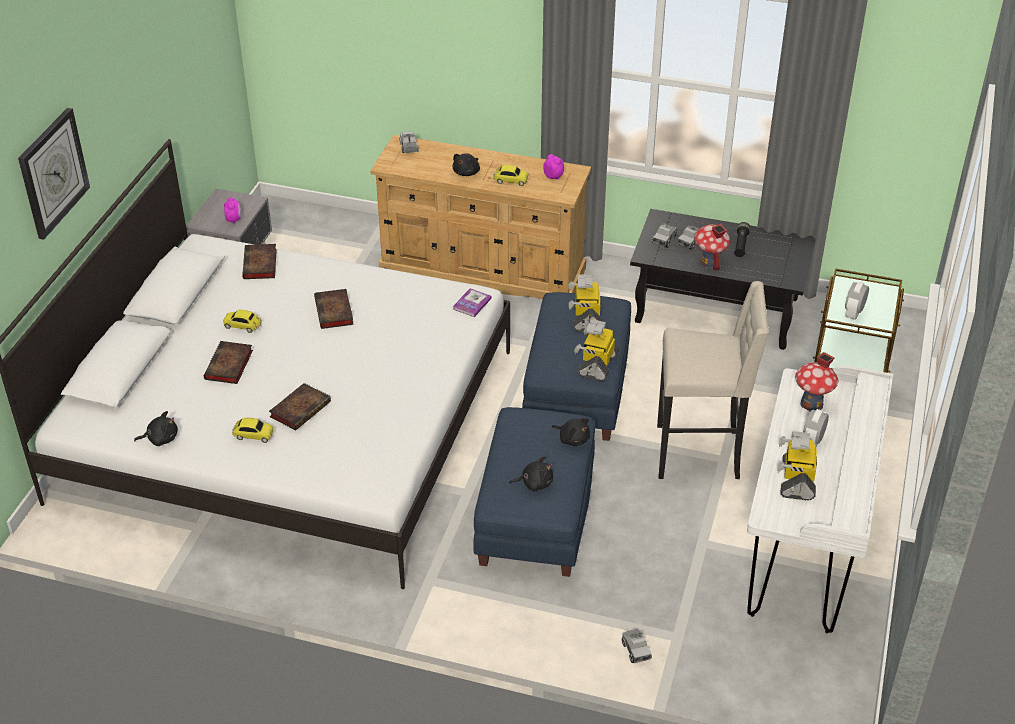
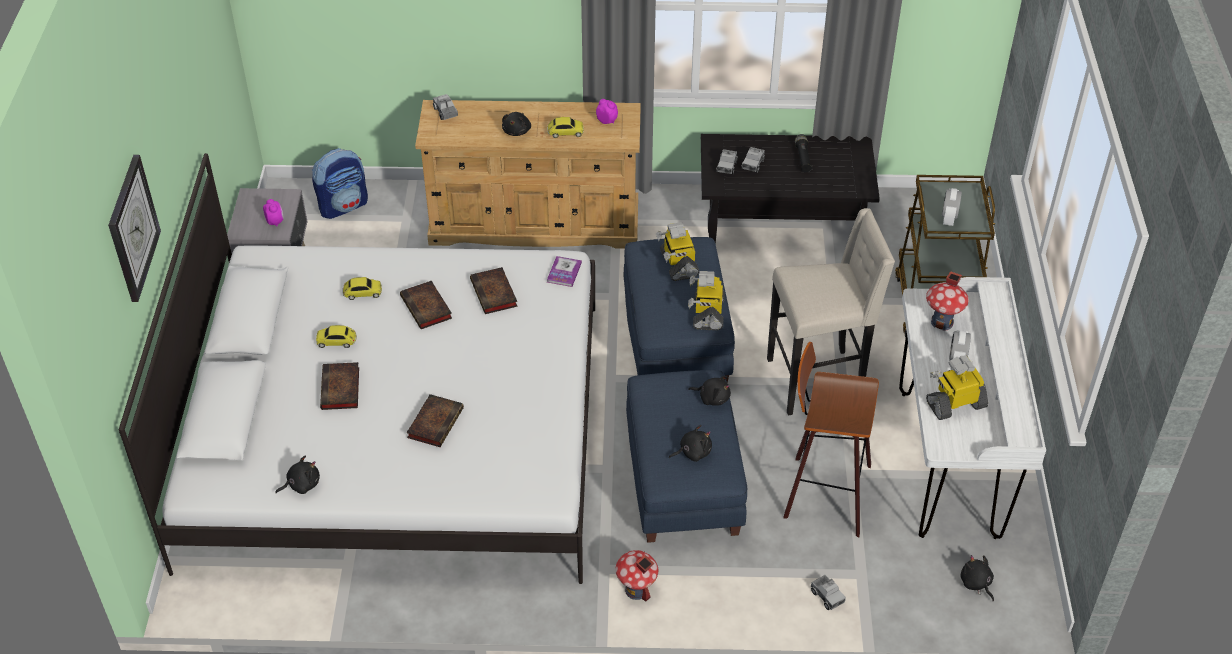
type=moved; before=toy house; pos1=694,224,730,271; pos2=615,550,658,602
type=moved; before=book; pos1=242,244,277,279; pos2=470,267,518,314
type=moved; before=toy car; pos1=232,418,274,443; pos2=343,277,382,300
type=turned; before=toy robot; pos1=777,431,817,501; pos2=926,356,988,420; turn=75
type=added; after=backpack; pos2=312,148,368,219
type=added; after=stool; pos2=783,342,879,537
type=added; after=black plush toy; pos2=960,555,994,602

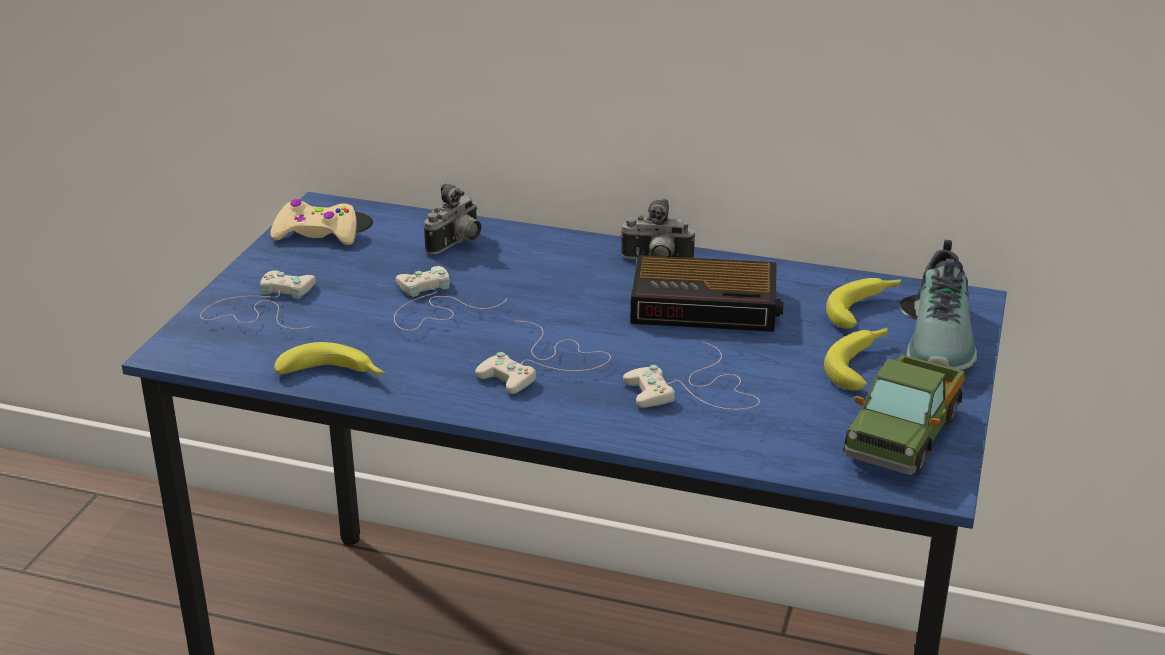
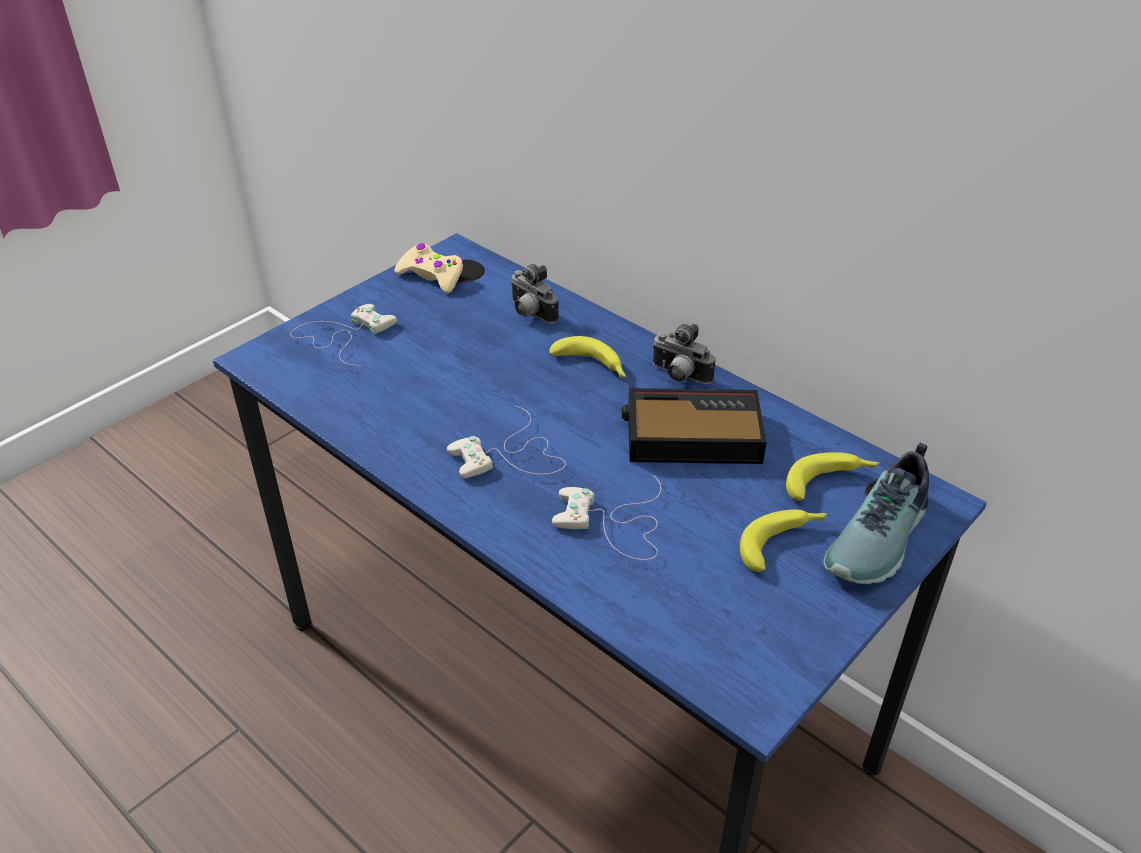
type=turned; before=photo camera; pos1=424,183,481,254; pos2=510,264,559,324; turn=75
type=turned; before=alarm clock; pos1=630,255,784,332; pos2=622,388,767,464; turn=150
type=removed; before=white game controller; pos1=394,266,508,331
type=moved; before=banana; pos1=274,342,385,377; pos2=549,336,627,378
type=removed; before=toy truck; pos1=843,354,966,475

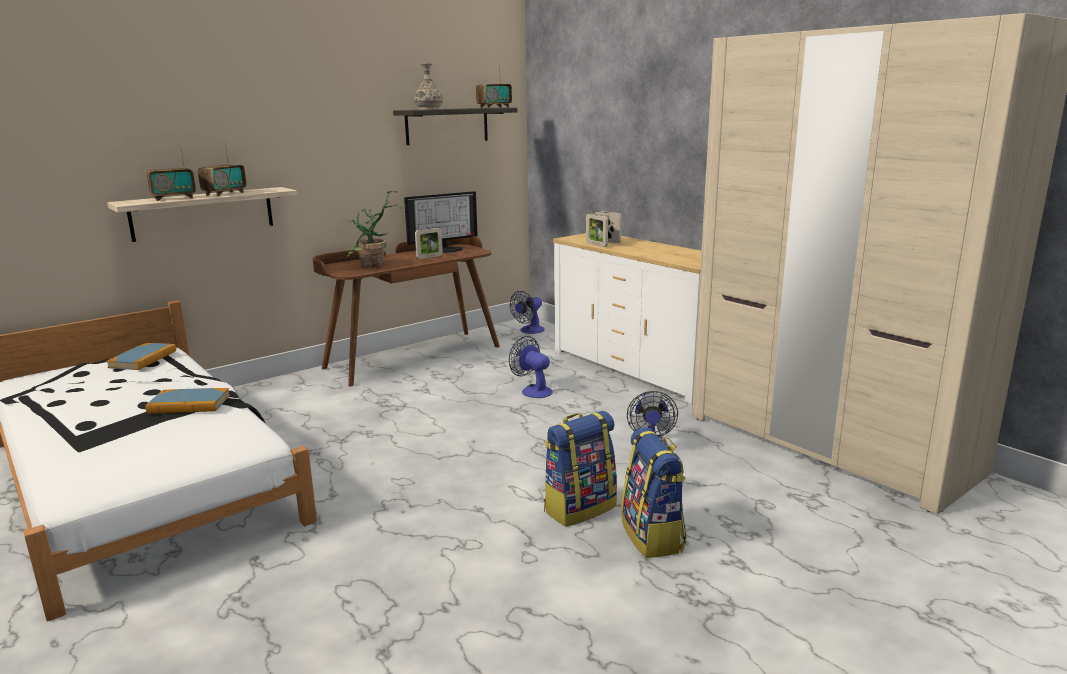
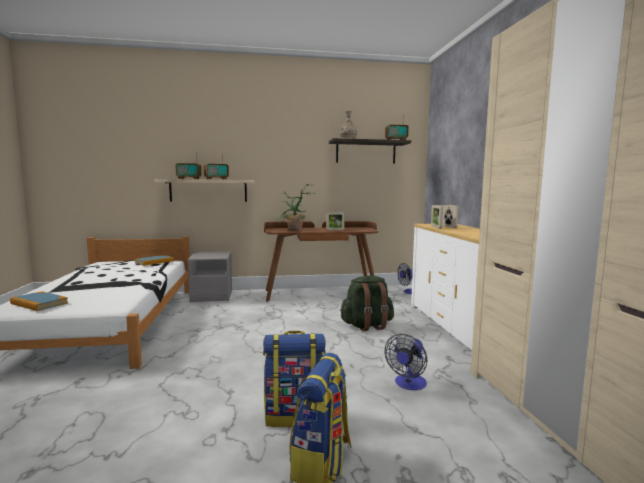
type=removed; before=monitor; pos1=404,191,478,253
type=replaced; before=fan; after=green backpack; pos1=509,336,553,398; pos2=340,276,394,331
type=moved; before=book; pos1=145,388,230,414; pos2=10,291,68,311
type=added; after=grey nightstand; pos2=188,252,232,302

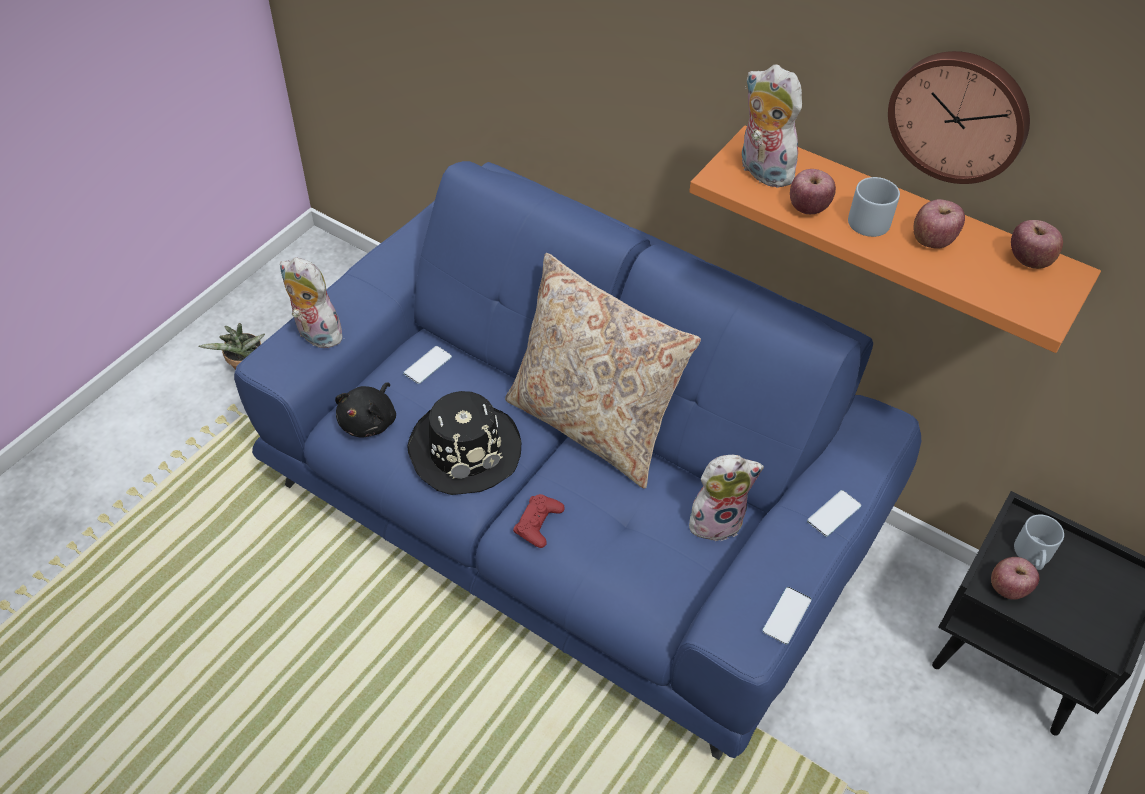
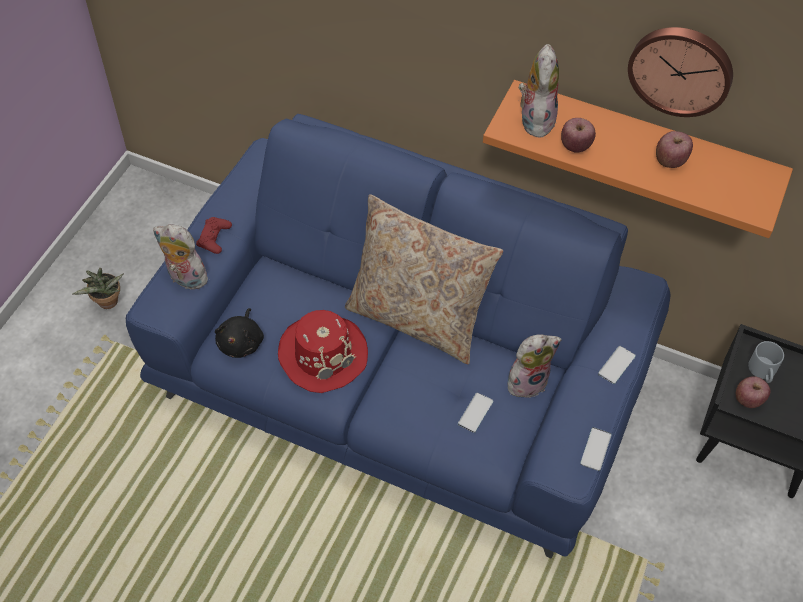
type=turned; before=plush toy; pos1=741,64,802,188; pos2=519,44,559,138; turn=60
type=removed; before=grey mug; pos1=848,177,900,237
type=removed; before=apple; pos1=1011,220,1063,269
type=moved; before=phone; pos1=403,346,452,384; pos2=458,393,493,433
type=recoloured; before=black hat; after=red hat; pos1=407,391,521,495; pos2=278,310,368,393
type=moved; before=red game controller; pos1=513,494,565,548; pos2=196,217,232,254

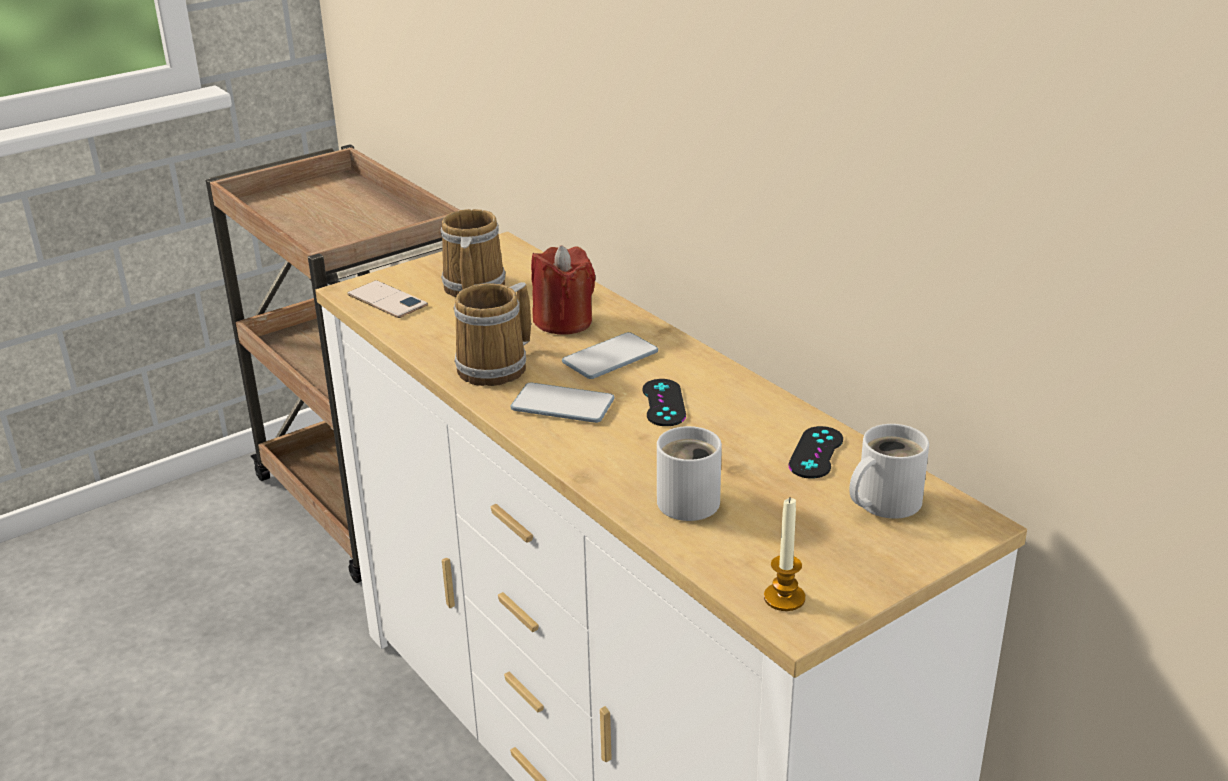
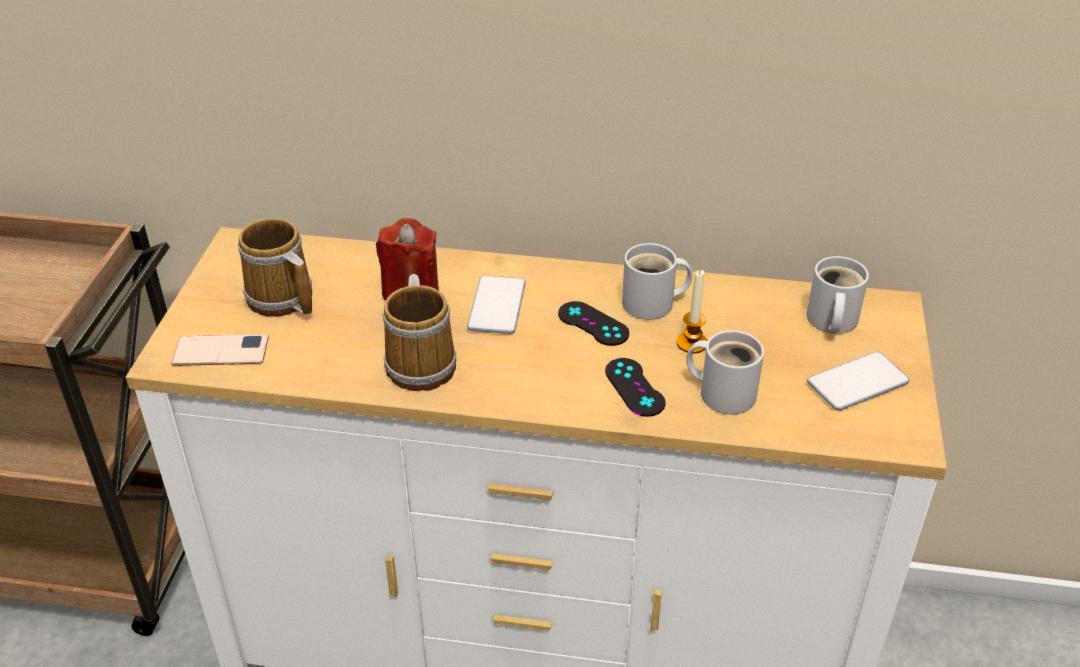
type=moved; before=phone; pos1=511,382,615,423; pos2=807,352,910,411
type=moved; before=black game controller; pos1=788,426,843,479; pos2=605,358,666,417
type=moved; before=candle; pos1=764,498,805,611; pos2=677,270,707,354
type=added; after=white mug; pos2=622,243,693,320

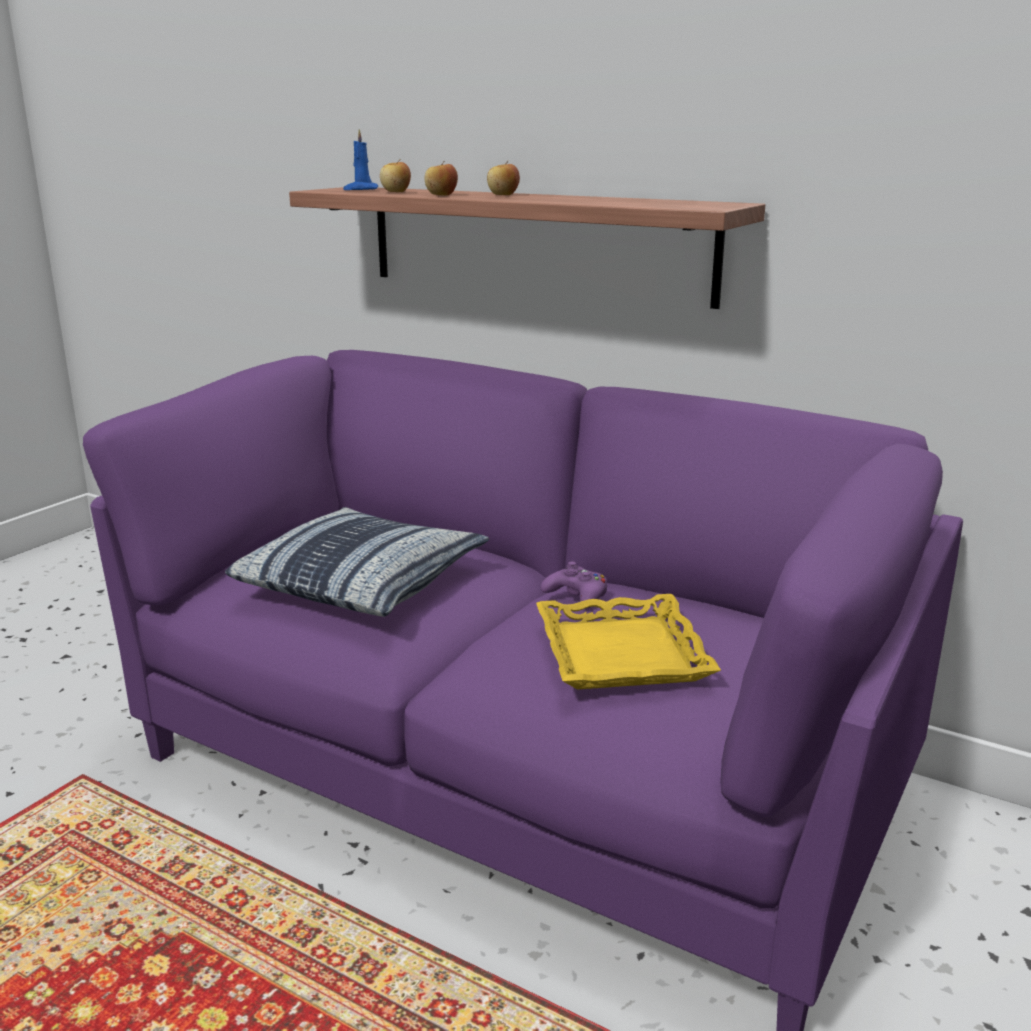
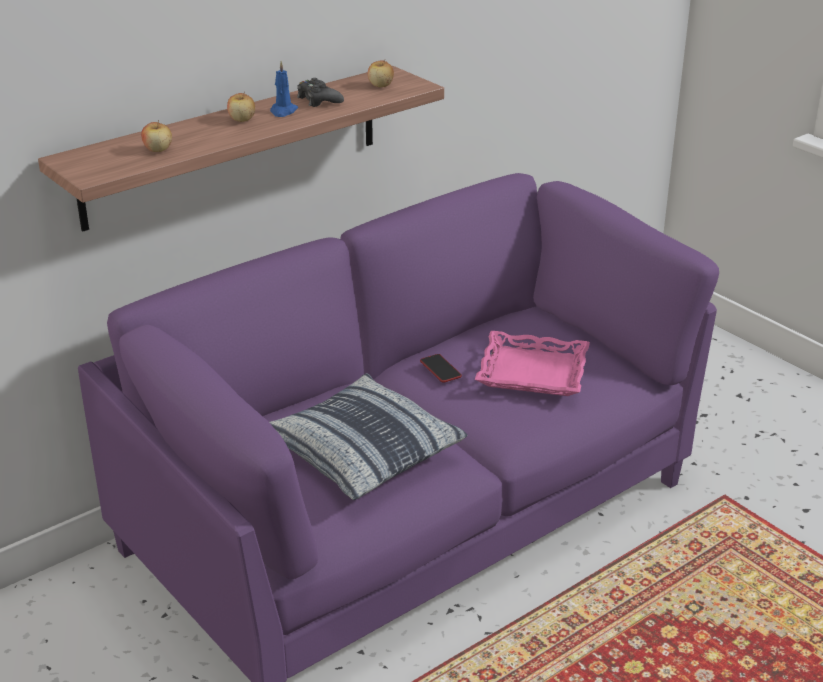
type=moved; before=blue candle; pos1=343,129,378,190; pos2=270,61,298,117
type=moved; before=apple; pos1=424,162,458,196; pos2=368,60,394,87
type=replaced; before=purple game controller; after=phone; pos1=541,561,607,608; pos2=420,354,462,383
type=recoloured; before=yellow tray; after=pink tray; pos1=536,594,721,690; pos2=475,331,590,396
type=added; after=black game controller; pos2=297,78,344,107

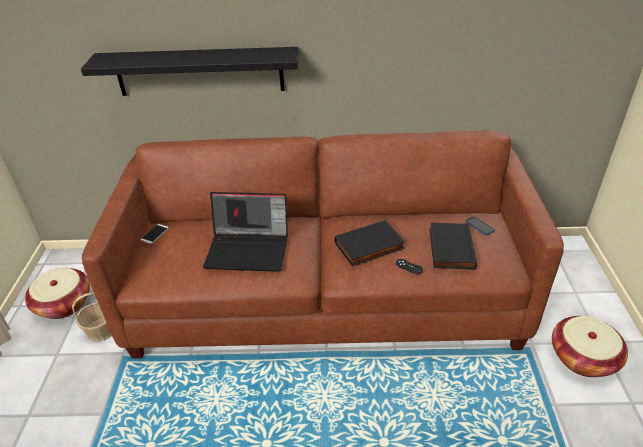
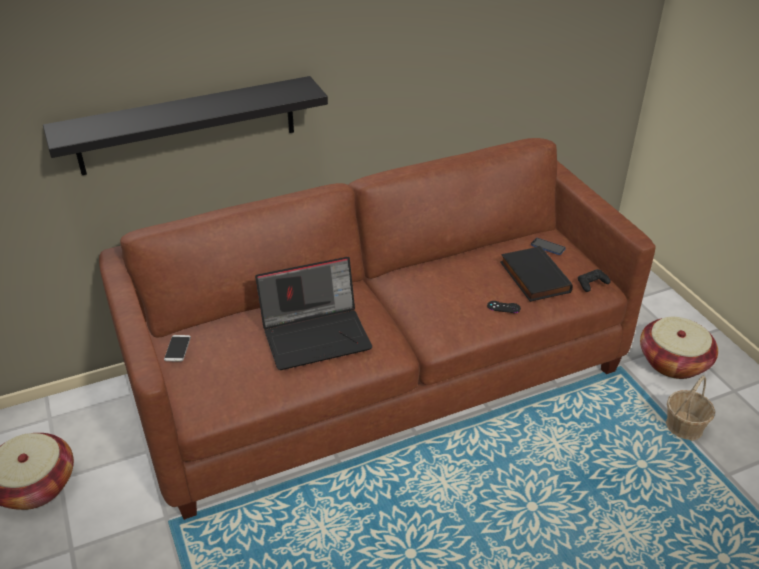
type=removed; before=black book; pos1=334,220,405,266
type=moved; before=basket; pos1=72,293,112,342; pos2=666,375,715,441
type=added; after=black game controller; pos2=578,269,611,292

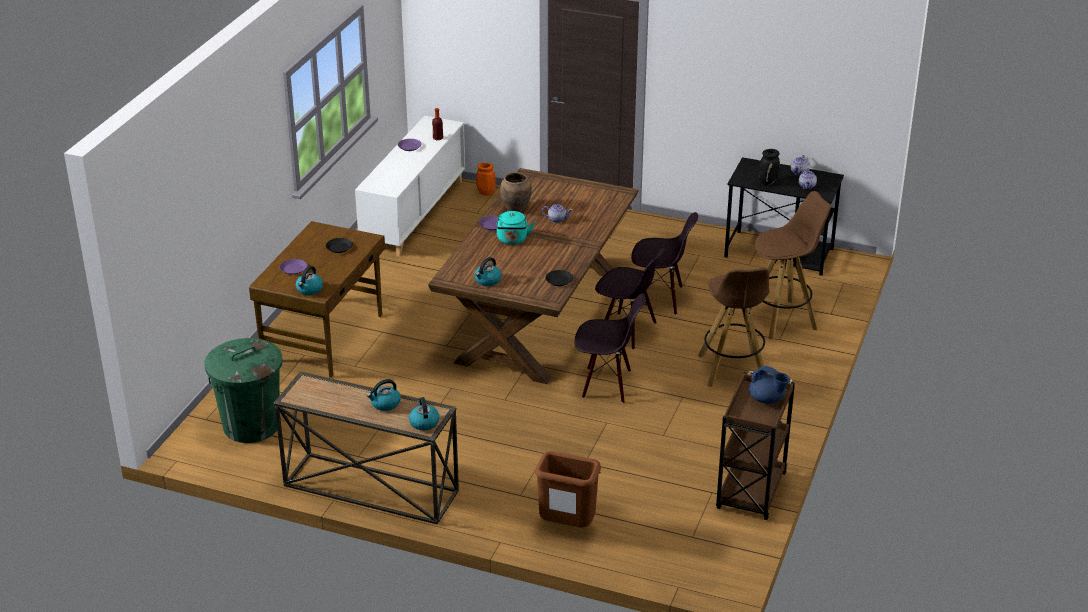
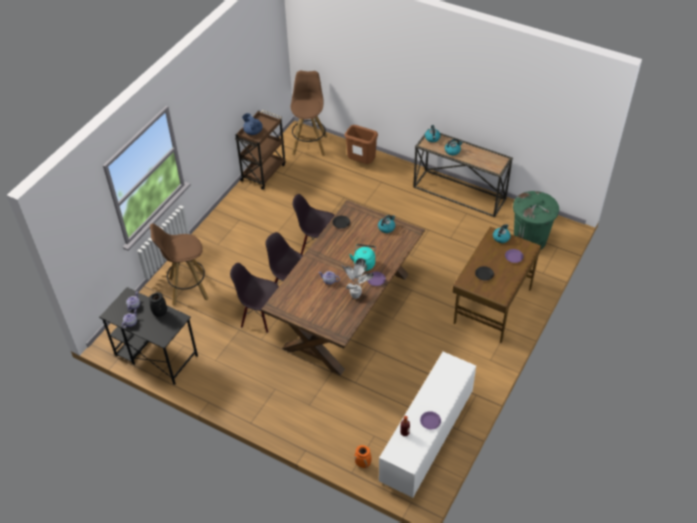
type=replaced; before=brown vase; after=potted plant; pos1=500,172,532,212; pos2=341,258,374,299
type=moved; before=brown stool; pos1=698,268,769,387; pos2=291,71,327,156

